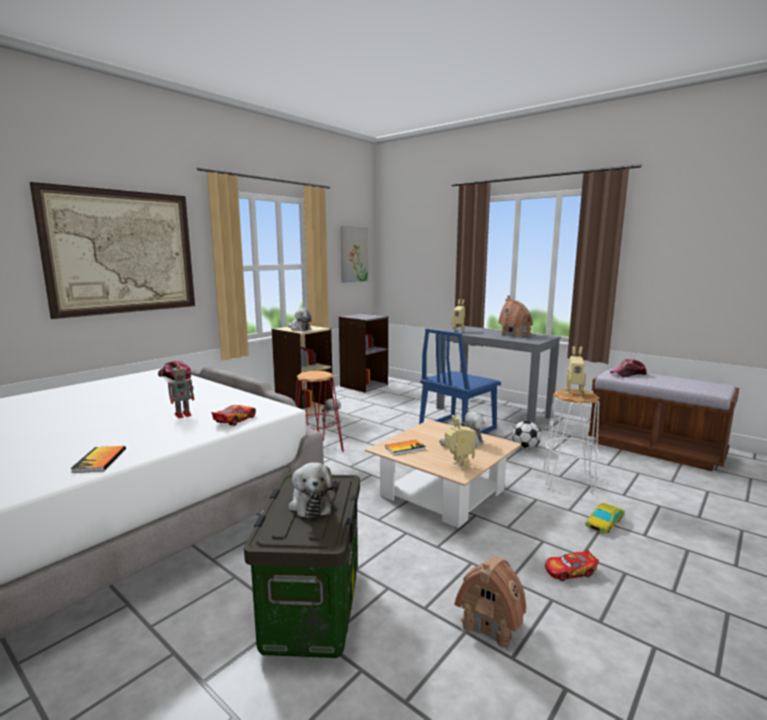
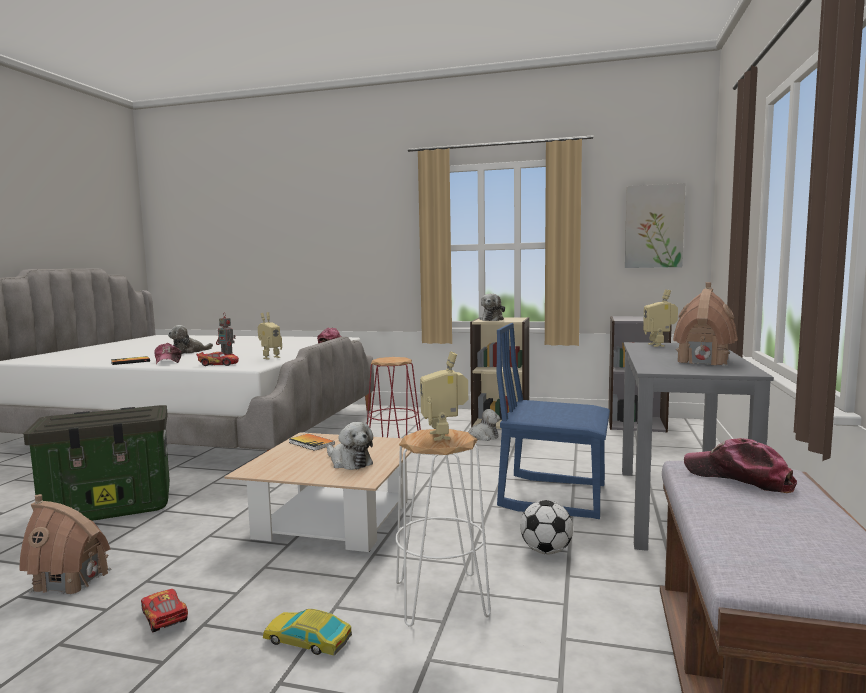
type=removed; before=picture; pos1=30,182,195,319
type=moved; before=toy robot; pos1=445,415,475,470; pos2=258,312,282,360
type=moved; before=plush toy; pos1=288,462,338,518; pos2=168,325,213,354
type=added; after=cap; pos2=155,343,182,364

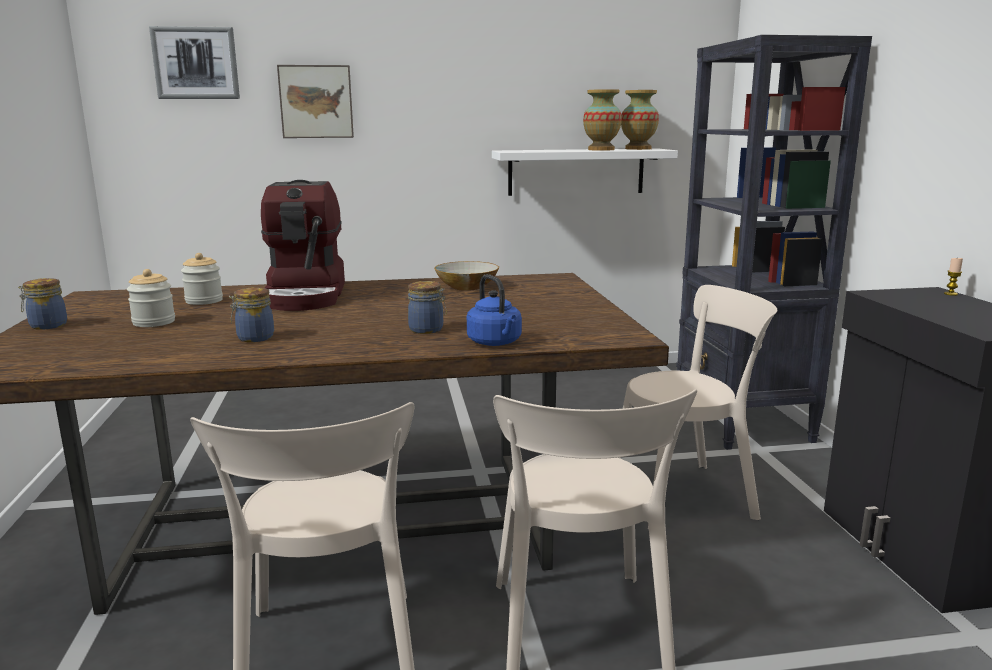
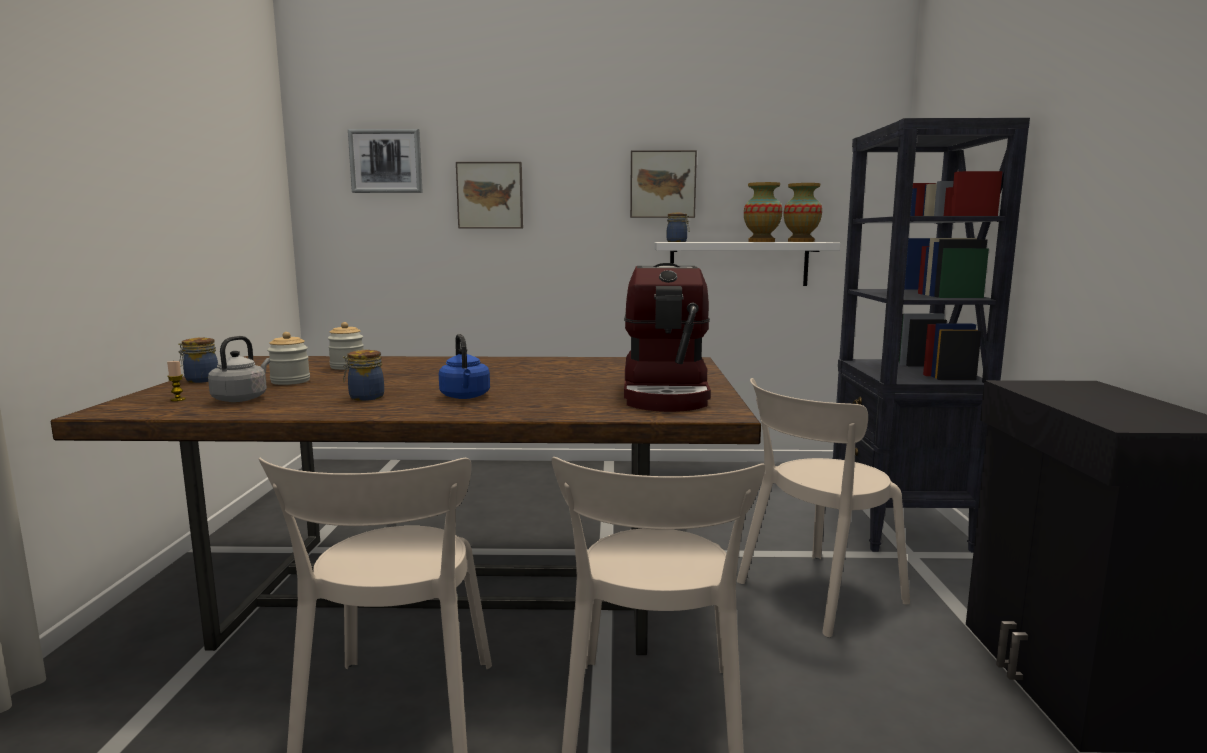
type=moved; before=coffee machine; pos1=261,180,345,311; pos2=624,263,711,412
type=moved; before=candle; pos1=944,258,963,296; pos2=167,360,186,401
type=removed; before=bowl; pos1=434,261,499,291
type=moved; before=blue kettle; pos1=467,274,522,346; pos2=439,334,490,399
type=moved; before=jar; pos1=408,281,447,334; pos2=666,213,690,242
type=turned; before=beige chair; pos1=618,285,777,530; pos2=737,378,910,637; turn=150
type=added; after=picture; pos2=630,150,697,218
type=added; after=grey kettle; pos2=208,336,270,402

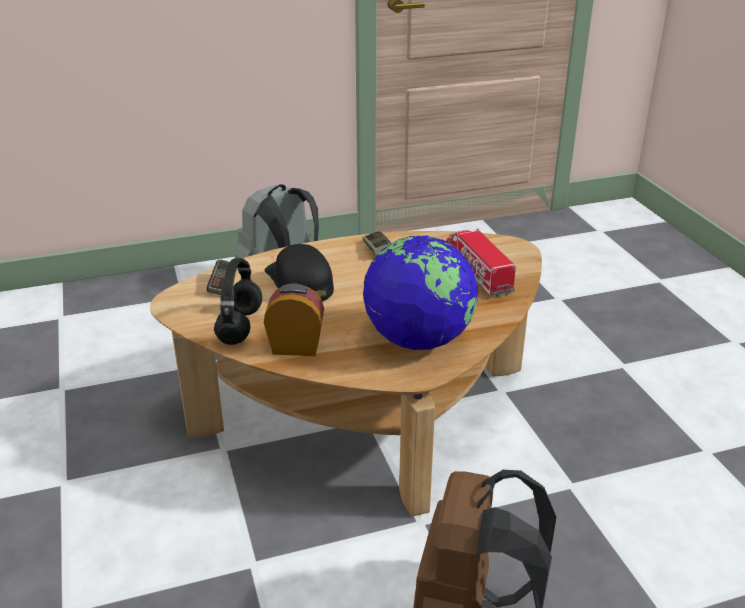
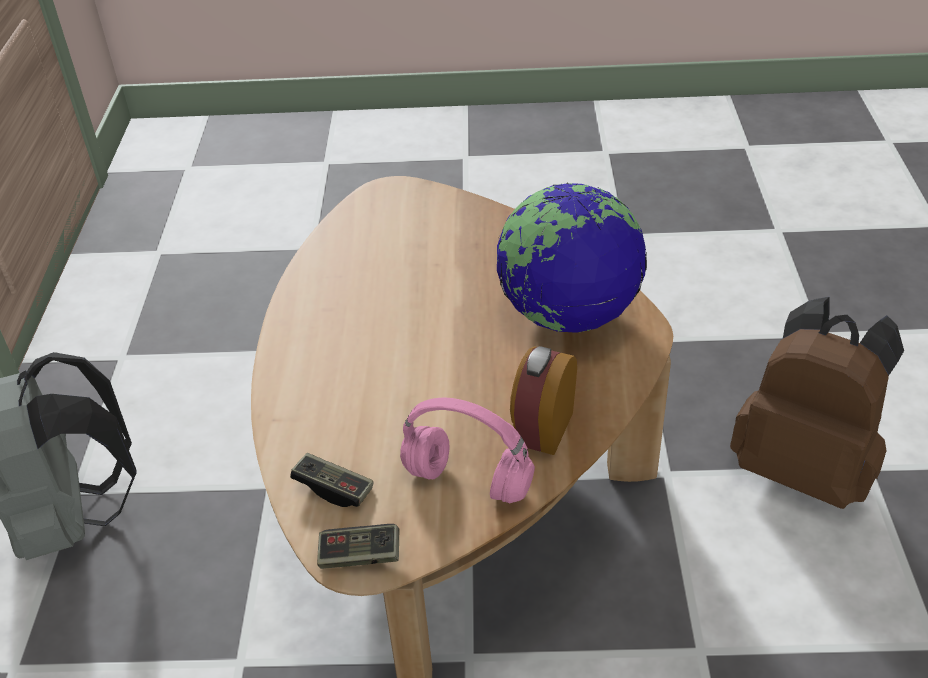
type=removed; before=toy truck; pos1=446,228,516,296
type=moved; before=game controller; pos1=363,231,391,254; pos2=317,524,399,569
type=removed; before=black cap; pos1=265,244,334,302
type=recoloured; before=black headphones; after=pink headphones; pos1=214,258,262,345; pos2=400,398,535,503

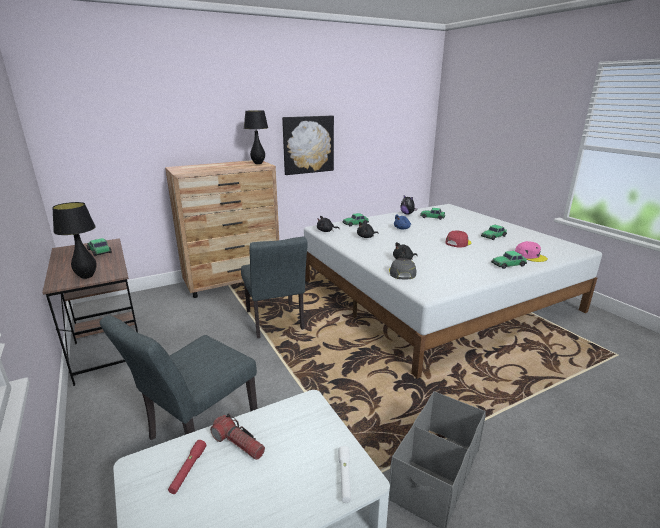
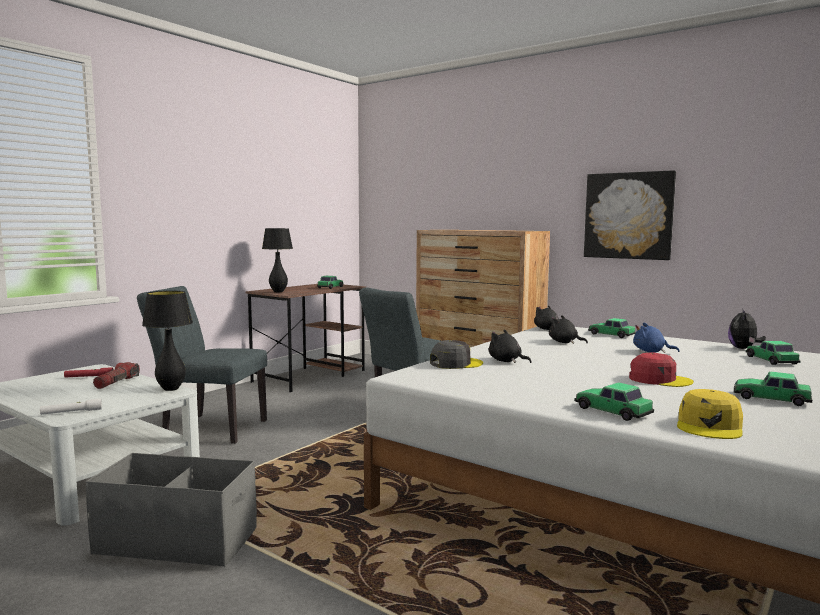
type=moved; before=black table lamp; pos1=244,110,268,164; pos2=142,291,193,391
type=recoloured; before=pink cap; after=yellow cap; pos1=515,241,548,262; pos2=677,389,743,439

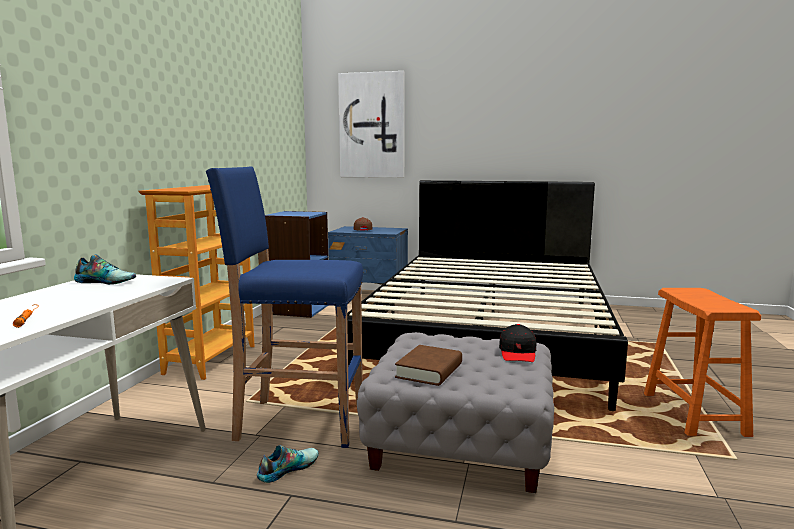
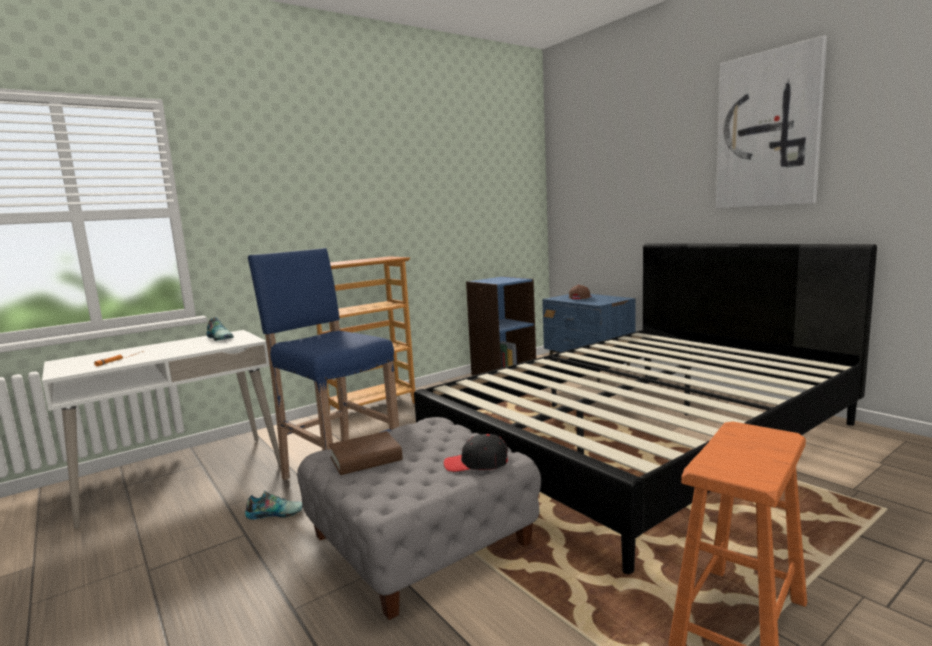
type=moved; before=picture; pos1=338,71,405,178; pos2=716,35,827,208
type=turned; before=black cap; pos1=499,324,536,362; pos2=443,434,508,472; turn=45

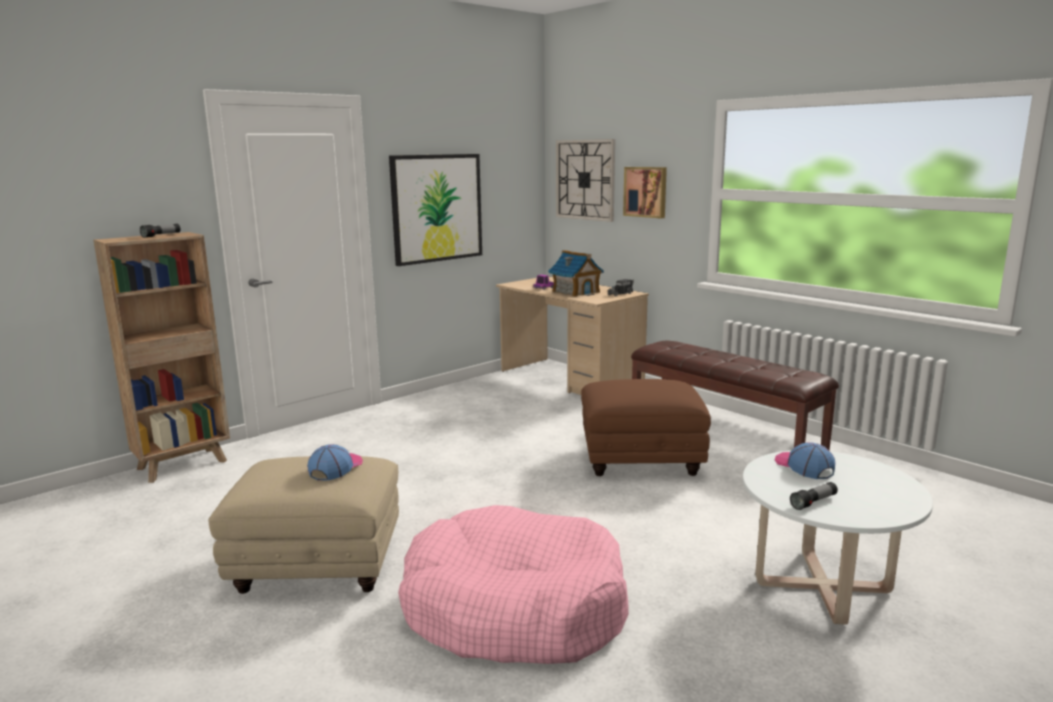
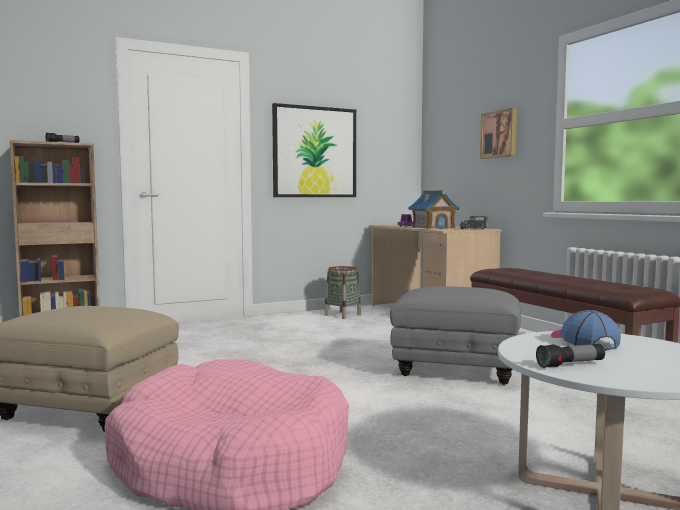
type=removed; before=wall clock; pos1=556,139,615,222
type=recoloured; before=brown ottoman; after=grey ottoman; pos1=581,379,711,476; pos2=390,286,521,385
type=removed; before=cap; pos1=307,444,363,481
type=added; after=basket; pos2=324,266,361,319

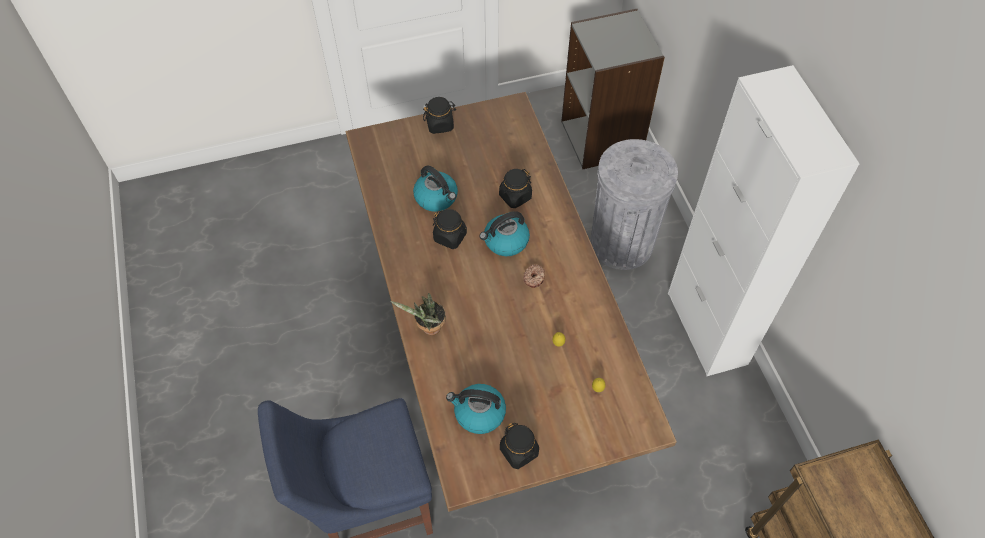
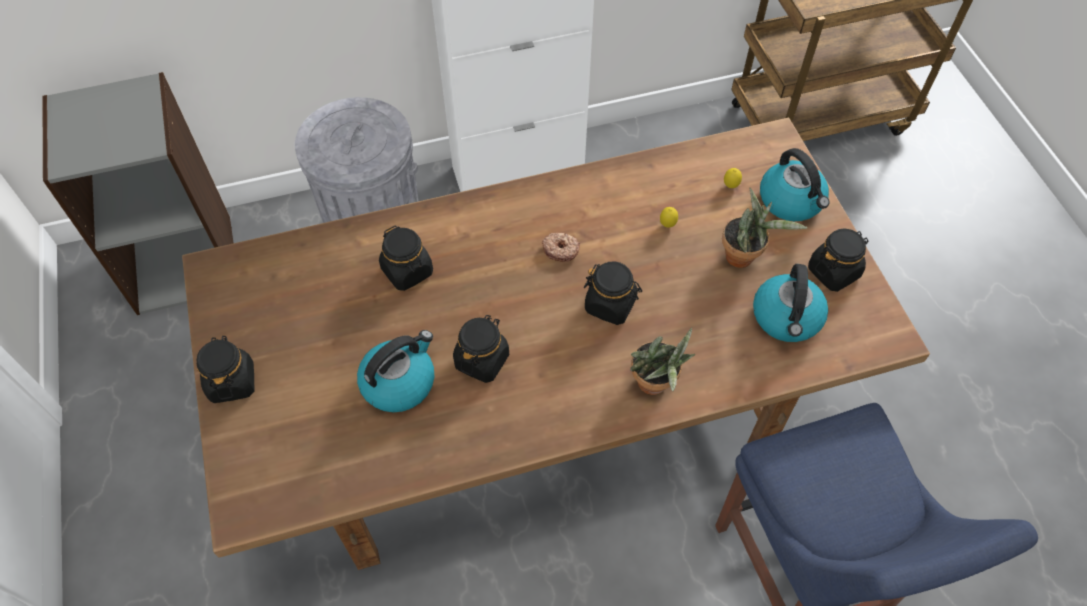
type=moved; before=kettle; pos1=479,211,530,256; pos2=760,148,830,221
type=added; after=potted plant; pos2=722,188,807,268
type=added; after=black jar; pos2=584,261,642,325

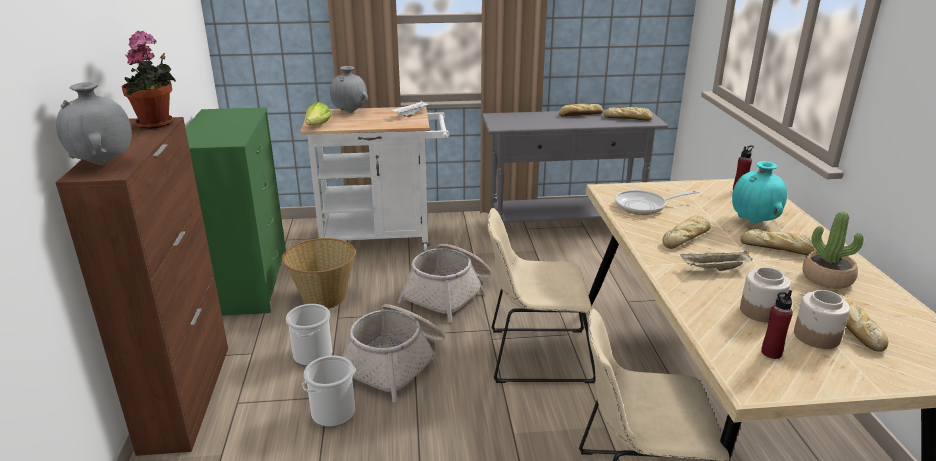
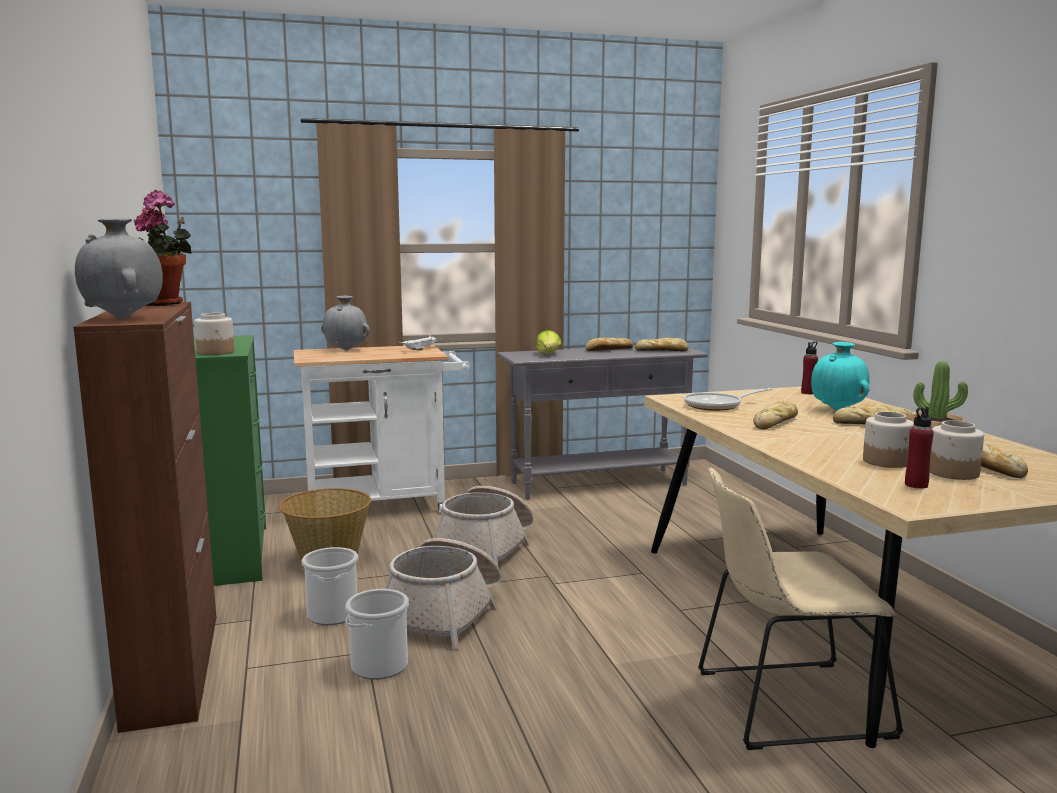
type=moved; before=lettuce; pos1=305,102,332,126; pos2=536,330,562,354
type=removed; before=beige chair; pos1=487,208,596,383
type=removed; before=beige tray; pos1=680,251,752,271
type=added; after=jar; pos2=194,313,234,355

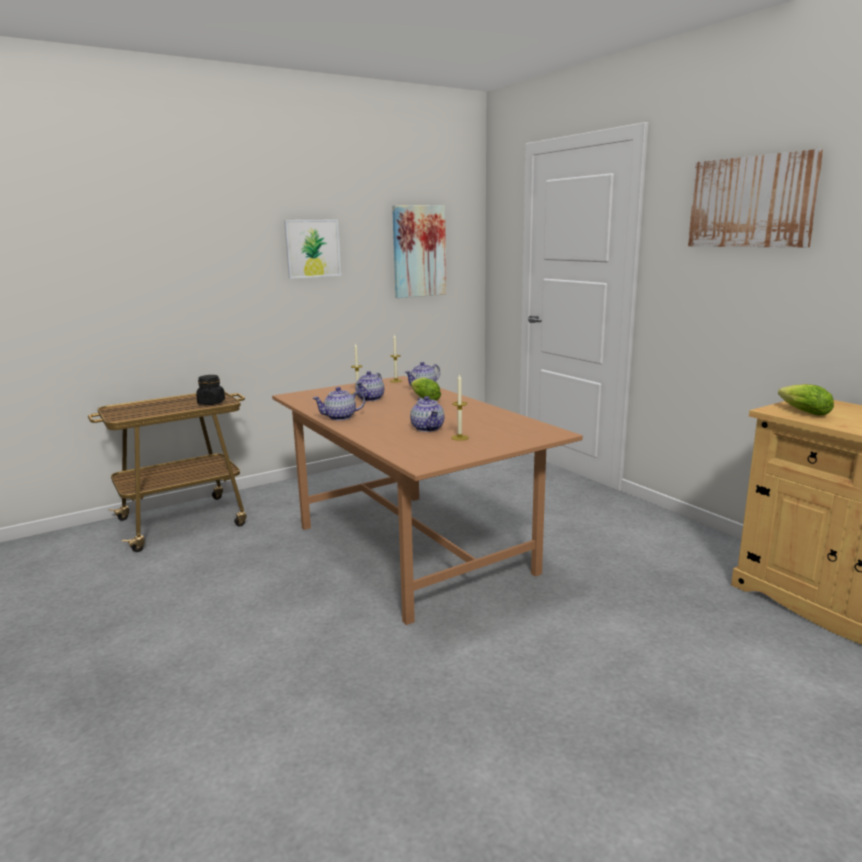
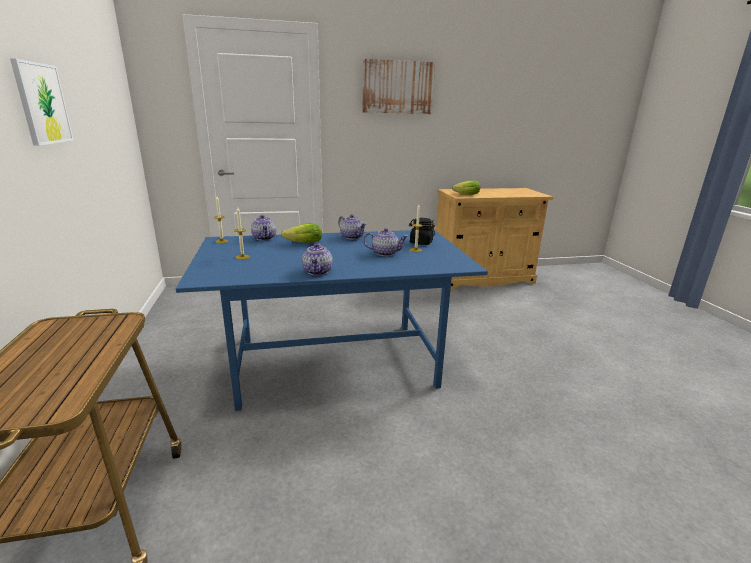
type=removed; before=picture; pos1=392,205,446,298
type=moved; before=teapot; pos1=356,371,384,401; pos2=338,214,366,239
type=moved; before=black jar; pos1=196,375,225,405; pos2=409,218,435,245
type=recoloured; before=brown dining table; after=blue dining table; pos1=272,376,583,625; pos2=176,230,488,411

